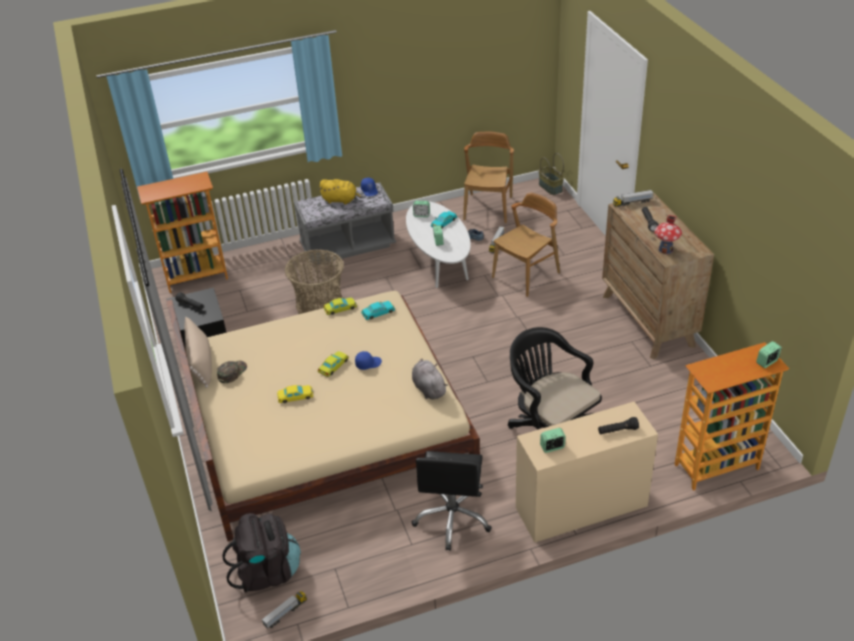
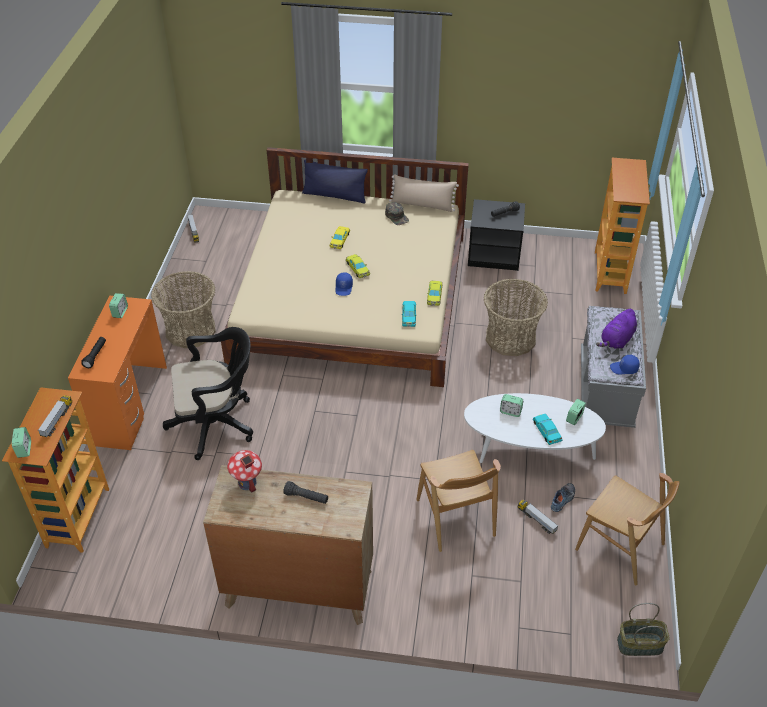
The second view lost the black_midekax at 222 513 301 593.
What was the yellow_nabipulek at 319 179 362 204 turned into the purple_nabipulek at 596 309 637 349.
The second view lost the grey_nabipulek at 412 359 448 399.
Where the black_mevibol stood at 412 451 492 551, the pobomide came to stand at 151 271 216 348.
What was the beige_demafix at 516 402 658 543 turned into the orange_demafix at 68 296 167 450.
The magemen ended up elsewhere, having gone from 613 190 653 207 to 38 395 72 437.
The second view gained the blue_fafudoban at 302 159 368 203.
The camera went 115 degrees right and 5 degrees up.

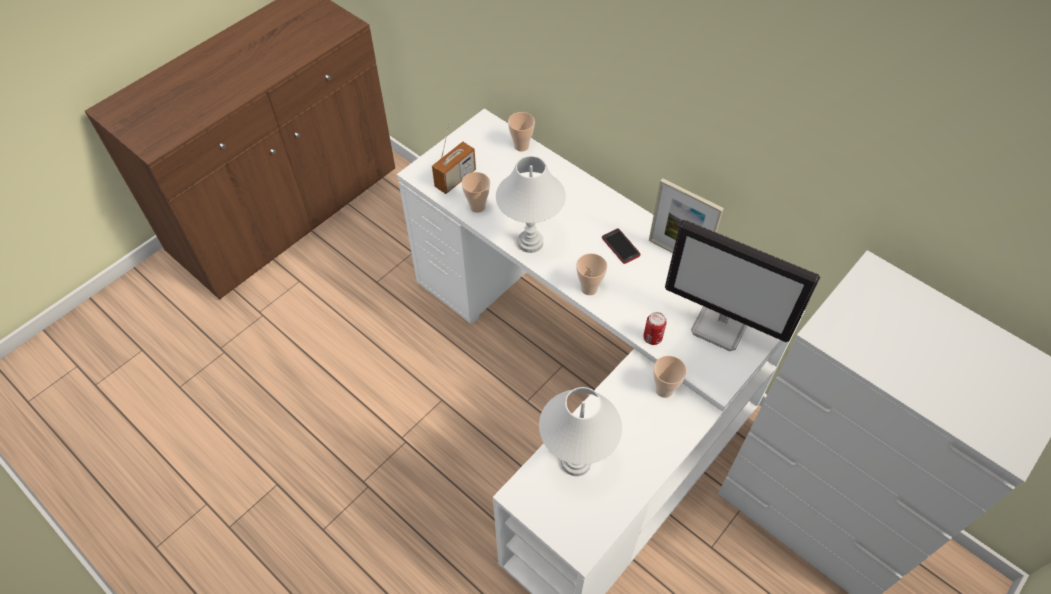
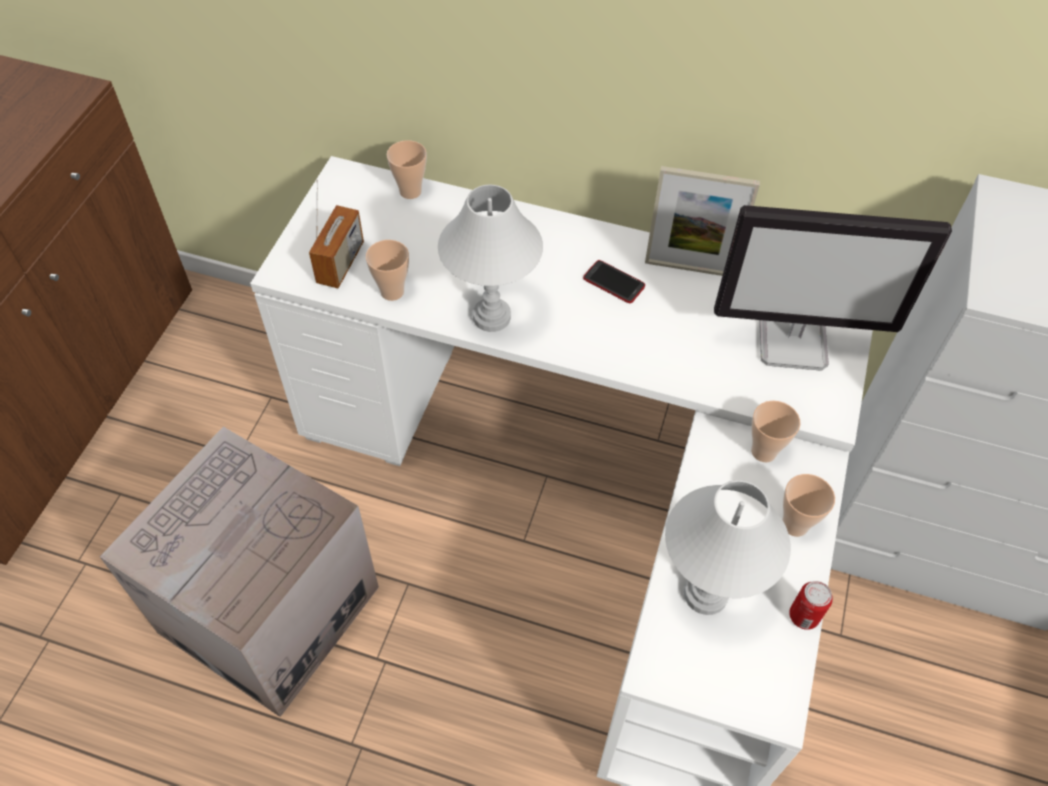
The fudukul ended up elsewhere, having gone from 576 253 607 295 to 782 474 835 537.
The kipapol ended up elsewhere, having gone from 643 312 667 345 to 789 581 833 630.
The second view gained the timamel at 100 427 379 717.
The camera went 25 degrees left and 0 degrees up.

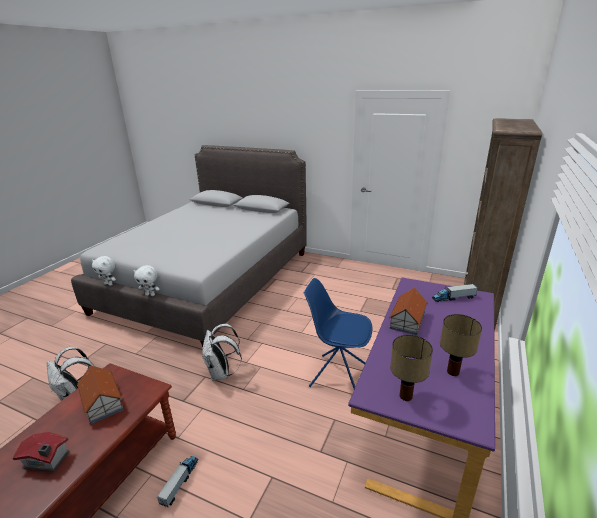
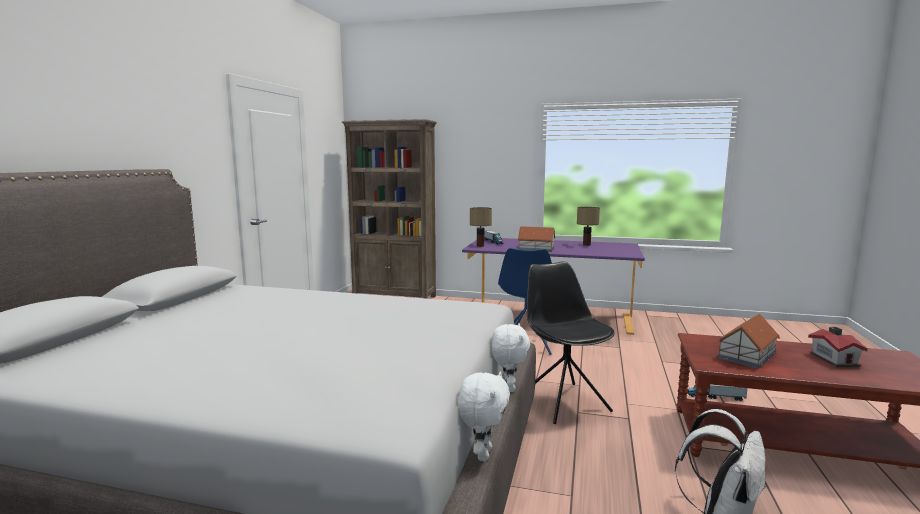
Where the white_midekax stood at 202 324 242 381, the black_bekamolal came to stand at 527 261 615 424.
The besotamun ended up elsewhere, having gone from 390 335 433 401 to 470 207 492 247.
The camera went 100 degrees left and 15 degrees down.

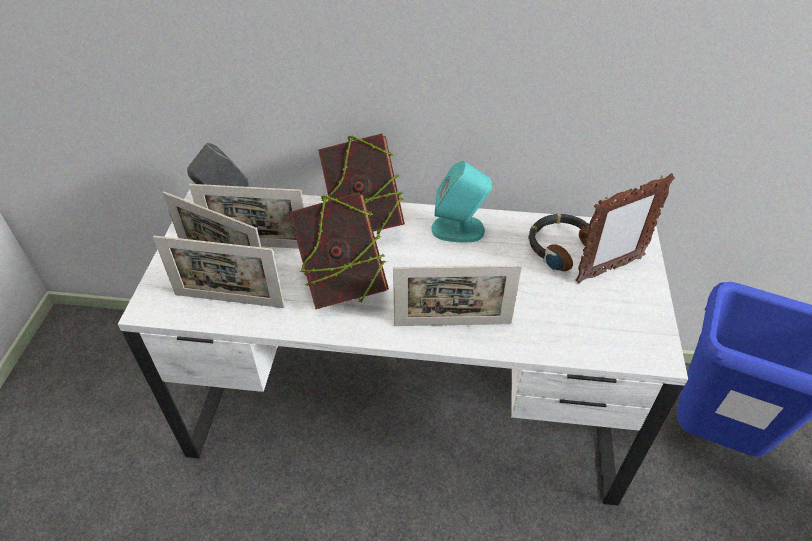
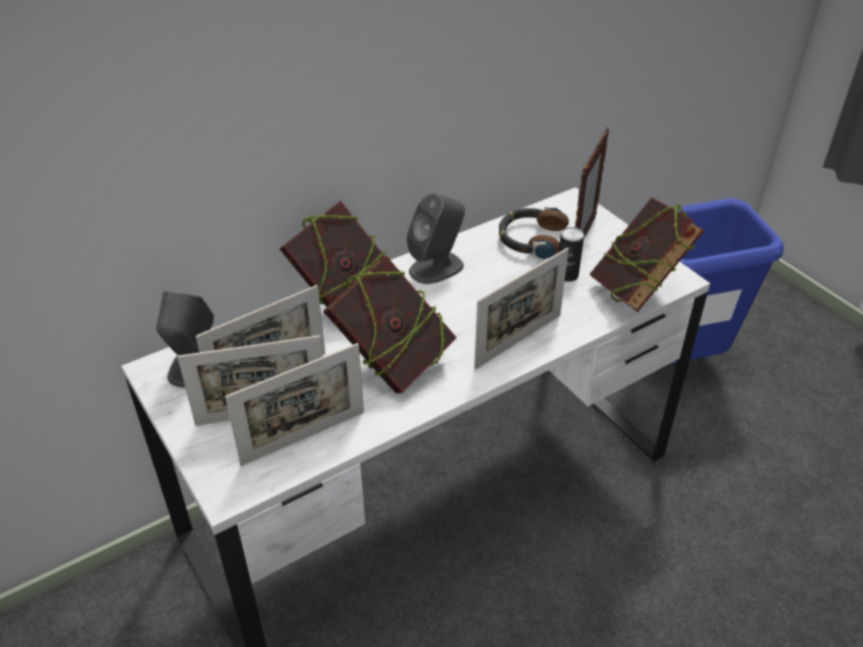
What was the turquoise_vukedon at 432 161 492 243 turned into the grey_vukedon at 407 193 465 284.
The second view gained the kipapol at 559 227 584 282.
The second view gained the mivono at 589 197 704 312.
The camera went 40 degrees left and 5 degrees down.

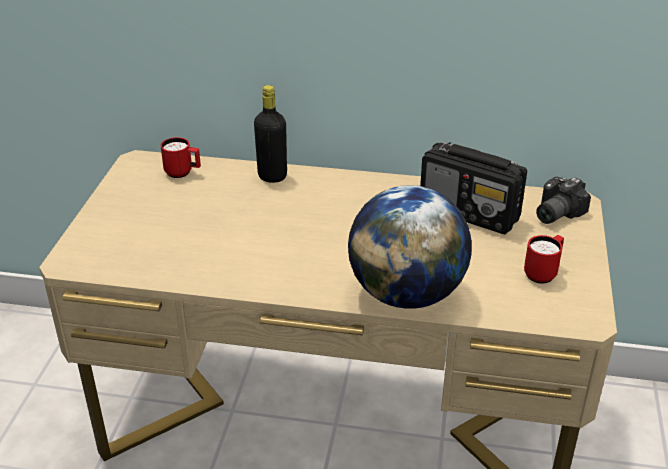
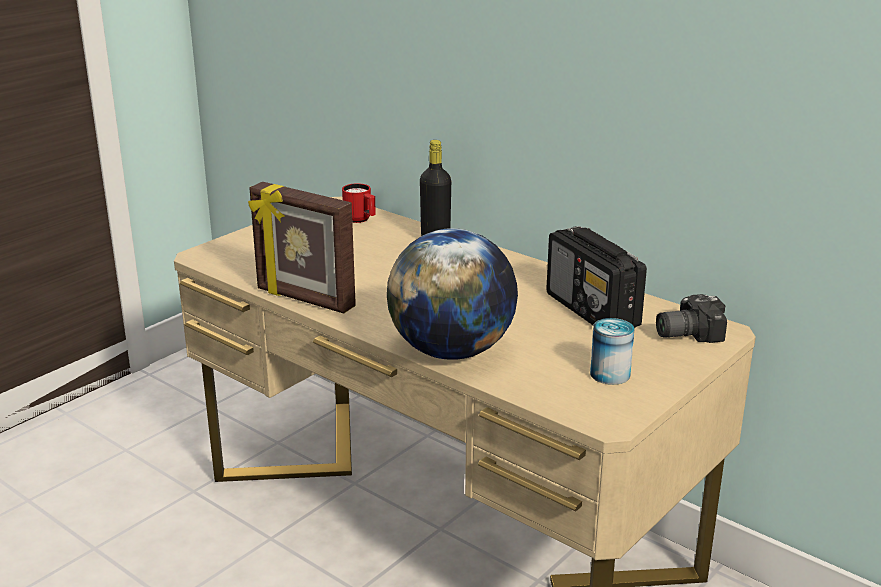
Where the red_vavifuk stood at 524 235 564 284, the kipapol came to stand at 590 318 634 385.
The second view gained the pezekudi at 248 182 356 313.
The camera went 30 degrees right and 10 degrees down.

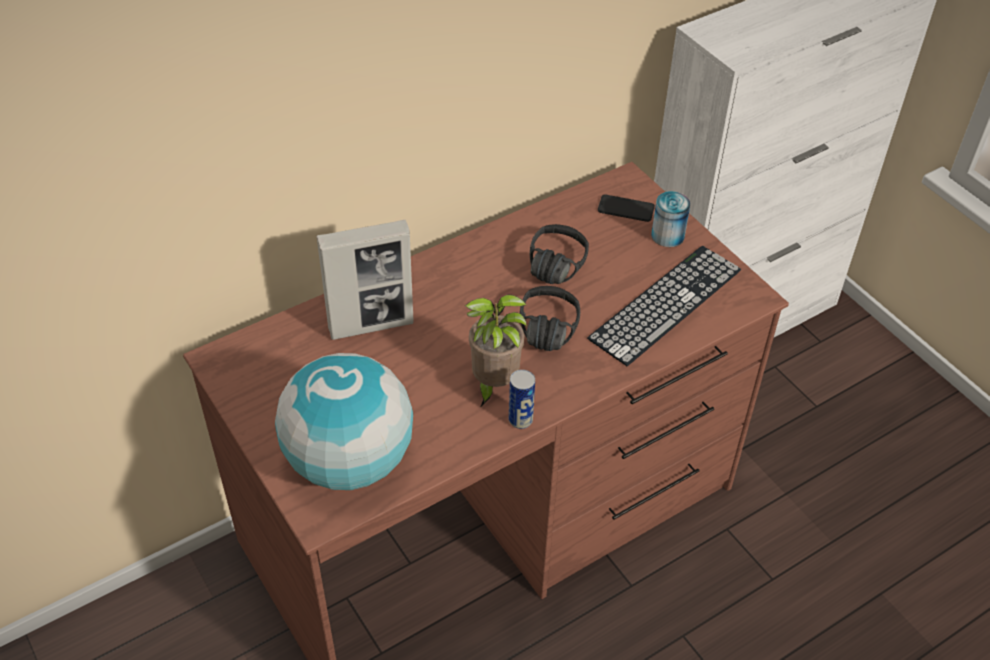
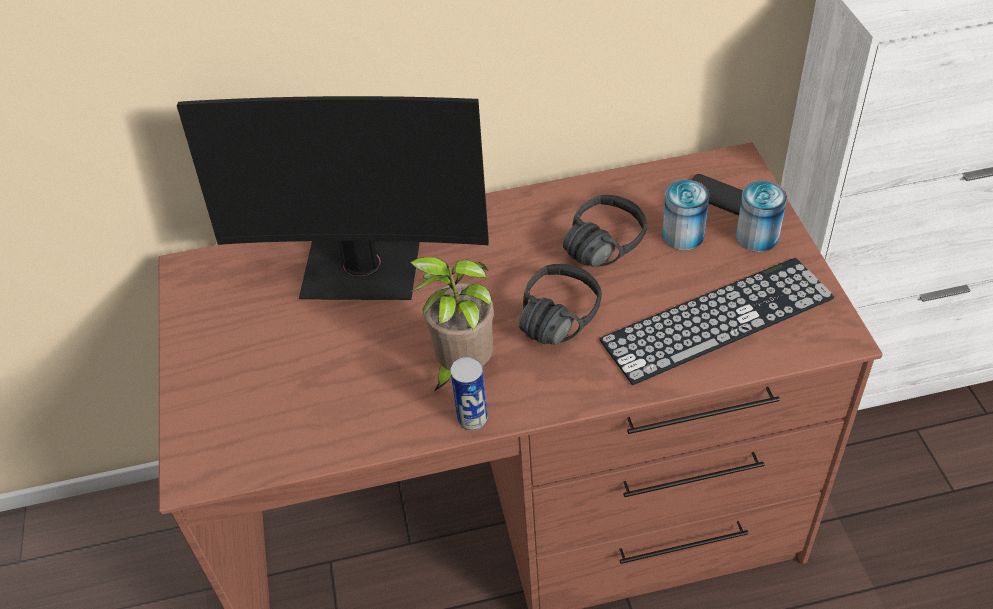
The second view lost the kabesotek at 275 353 413 490.
Where the pezekudi stood at 317 220 414 340, the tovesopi came to stand at 177 96 489 300.
The second view gained the kipapol at 662 180 709 250.
The camera went 25 degrees right and 0 degrees up.

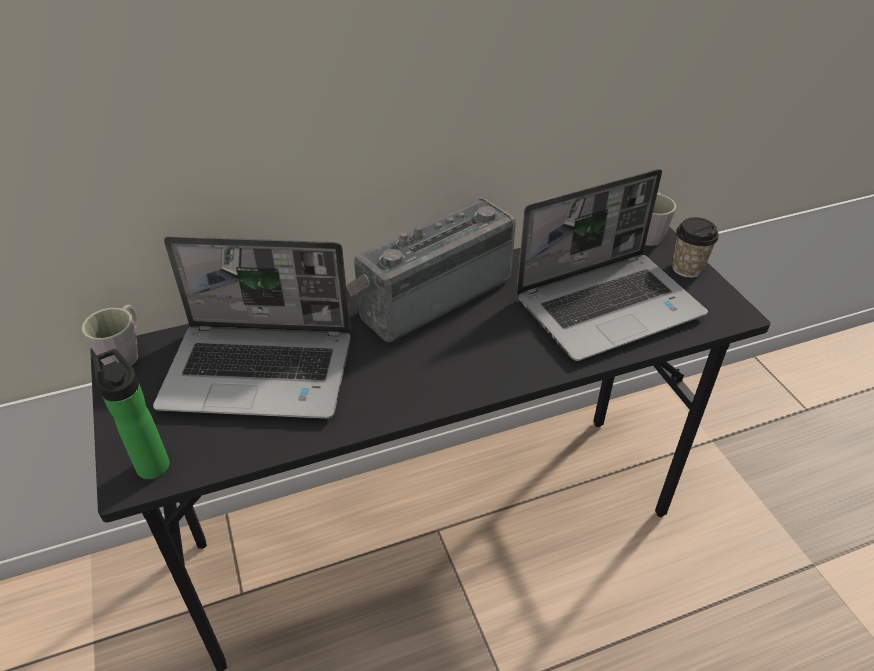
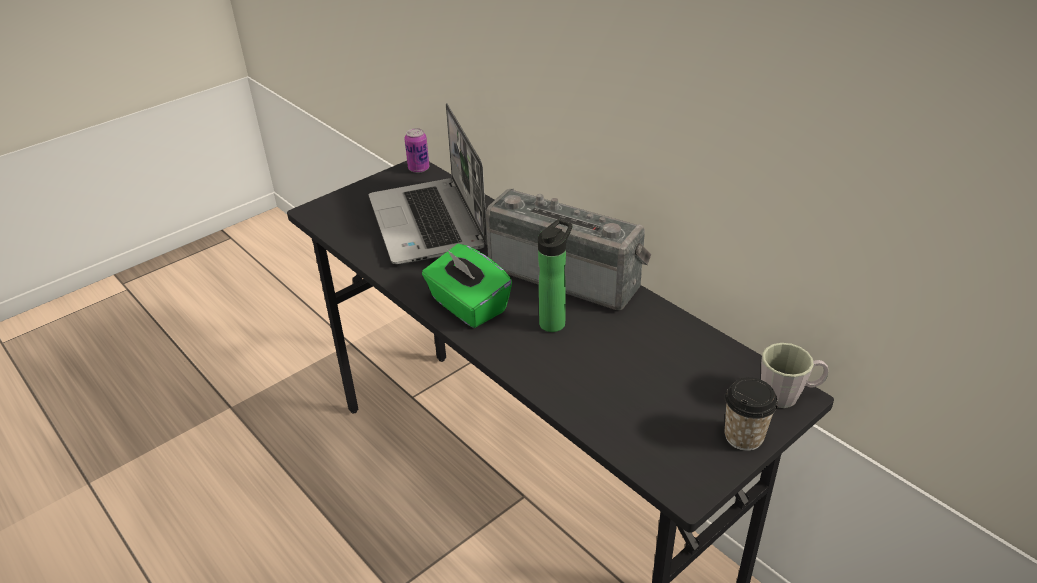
Where the grey_vavifuk stood at 82 305 139 366, the kipapol came to stand at 404 128 429 173.
The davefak ended up elsewhere, having gone from 93 349 170 479 to 538 219 573 332.
The second view lost the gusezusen at 516 169 708 361.
The second view gained the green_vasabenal at 422 244 512 328.
The camera went 70 degrees right and 5 degrees down.

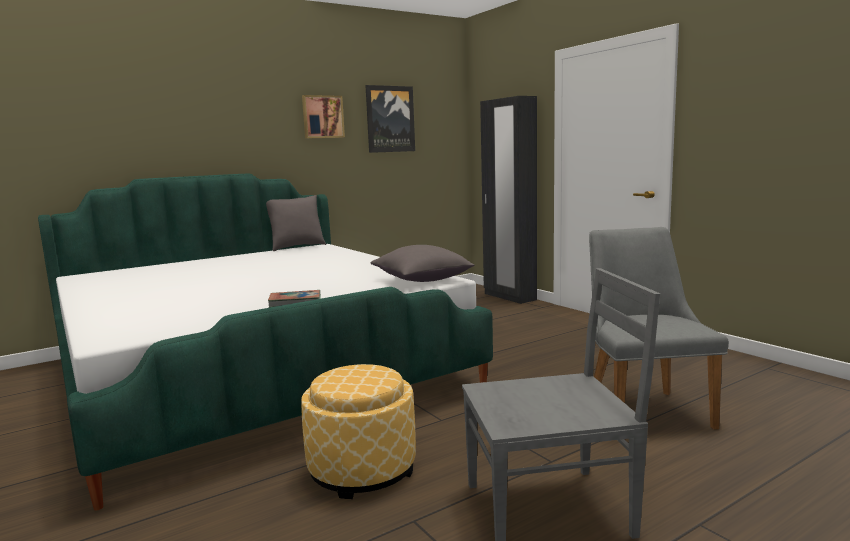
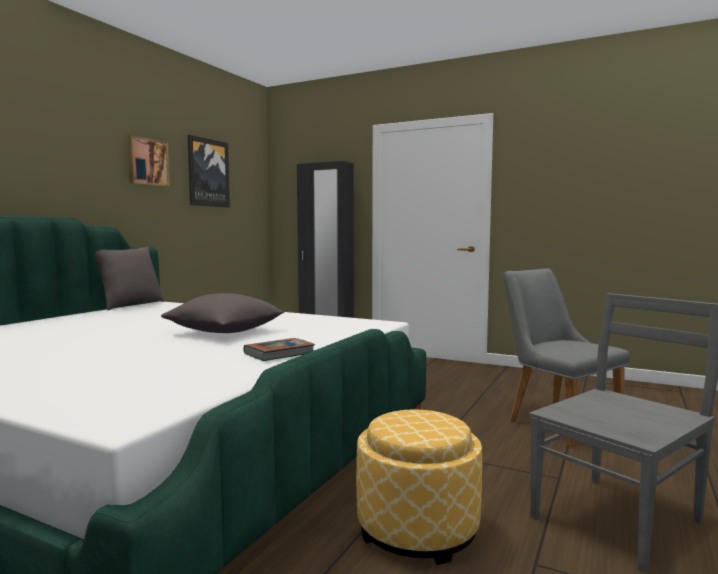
The grey_fafudoban ended up elsewhere, having gone from 371 245 475 282 to 161 293 284 333.
The camera went 30 degrees left and 5 degrees down.

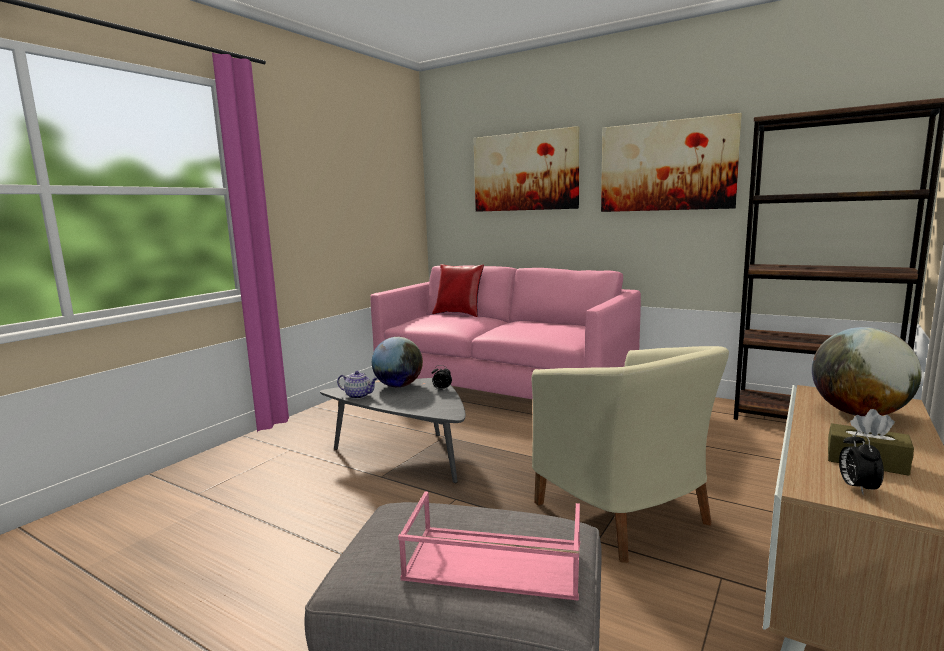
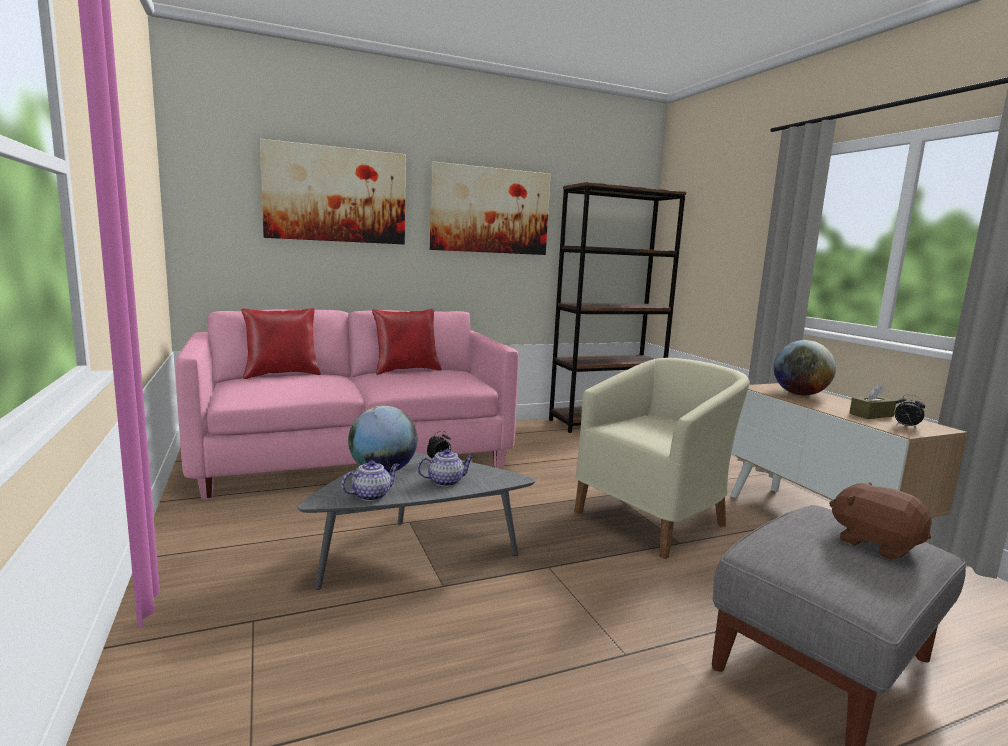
Where the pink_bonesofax stood at 398 492 580 601, the brown_nabipulek came to stand at 829 482 932 560.
The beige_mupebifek at 532 346 729 562 ended up facing another way, 45 degrees counterclockwise from before.
The second view gained the red_fafudoban at 372 309 442 375.
The second view gained the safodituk at 417 449 474 487.
The camera went 55 degrees left and 0 degrees up.

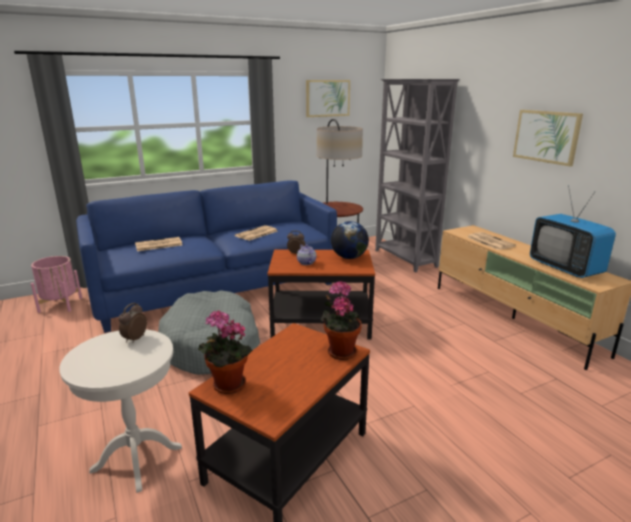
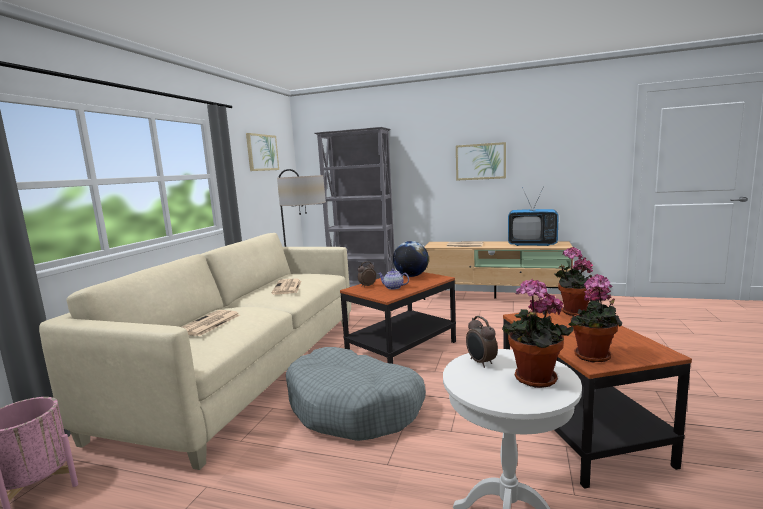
What was the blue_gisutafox at 76 180 337 333 turned into the beige_gisutafox at 39 233 351 470.
The second view gained the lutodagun at 502 279 574 388.
The camera went 45 degrees left and 10 degrees down.

